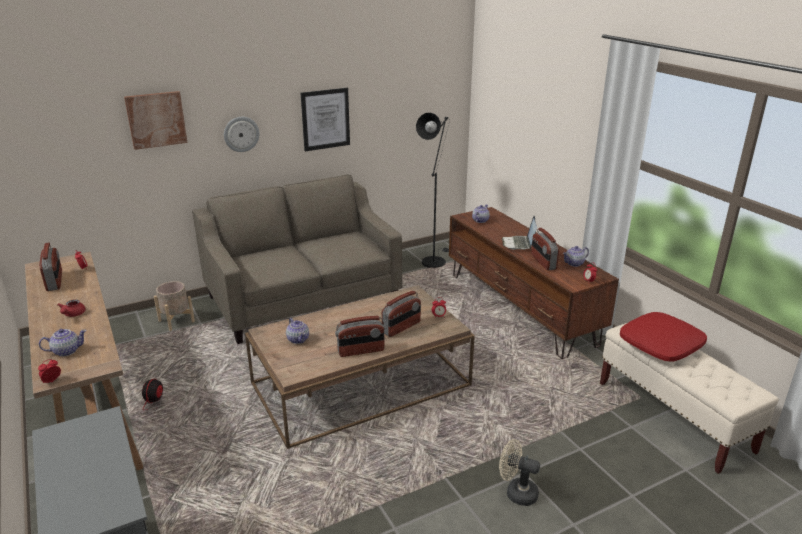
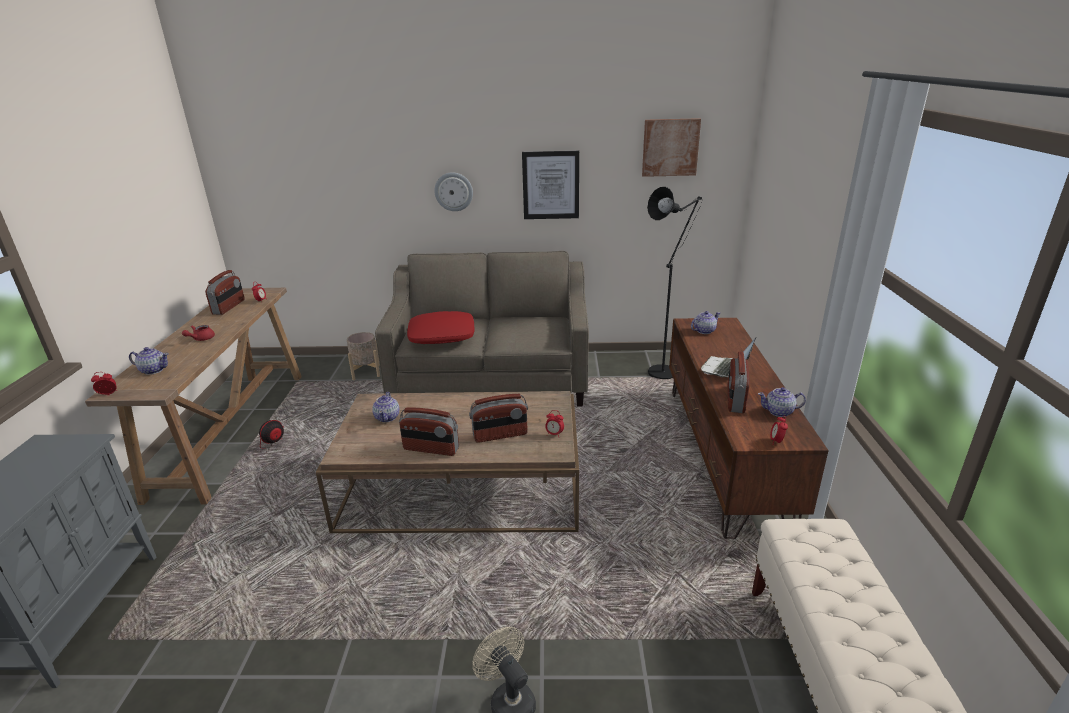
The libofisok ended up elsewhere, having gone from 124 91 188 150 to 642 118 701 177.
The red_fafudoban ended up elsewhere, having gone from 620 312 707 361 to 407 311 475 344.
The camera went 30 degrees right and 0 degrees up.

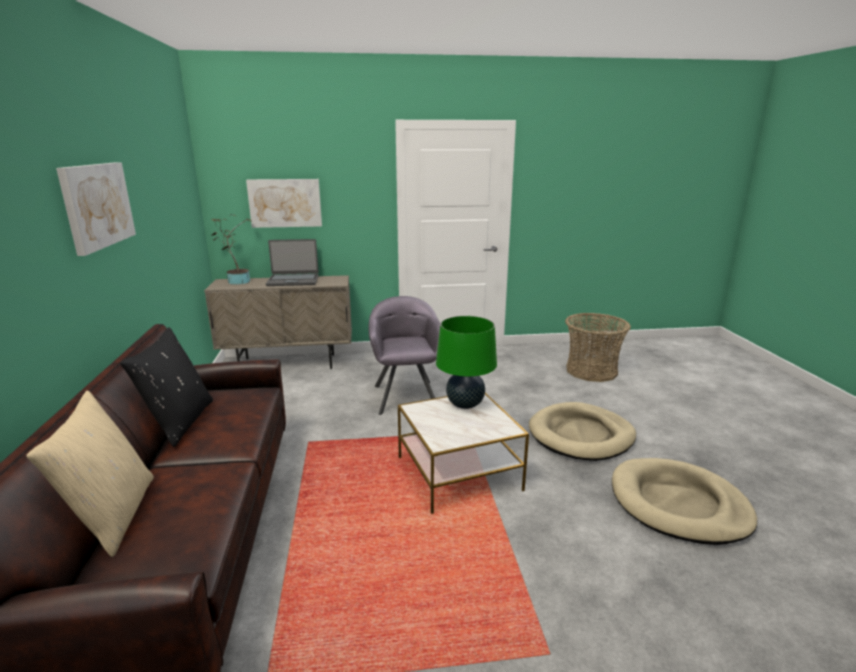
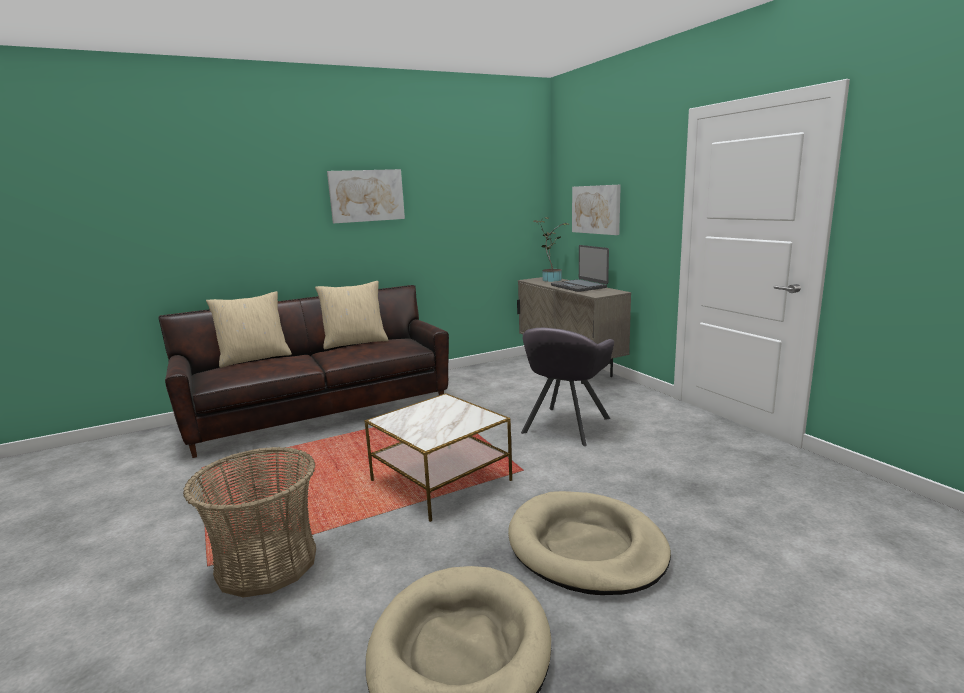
What was the black_fafudoban at 120 327 213 447 turned into the beige_fafudoban at 315 281 388 349.
The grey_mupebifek at 369 296 441 415 ended up facing another way, 150 degrees clockwise from before.
The second view lost the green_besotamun at 436 316 497 409.
The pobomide ended up elsewhere, having gone from 565 313 631 382 to 183 447 316 598.
The camera went 70 degrees right and 5 degrees down.

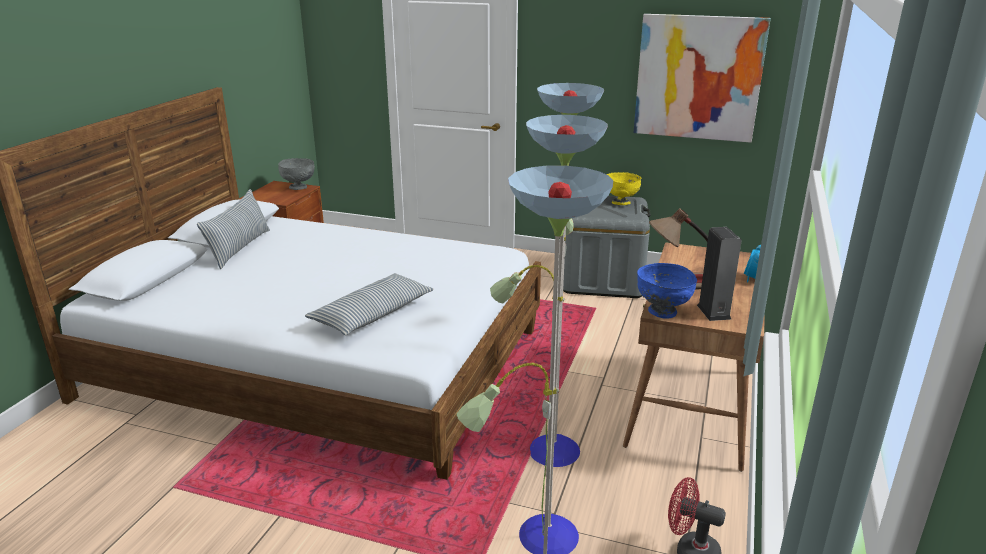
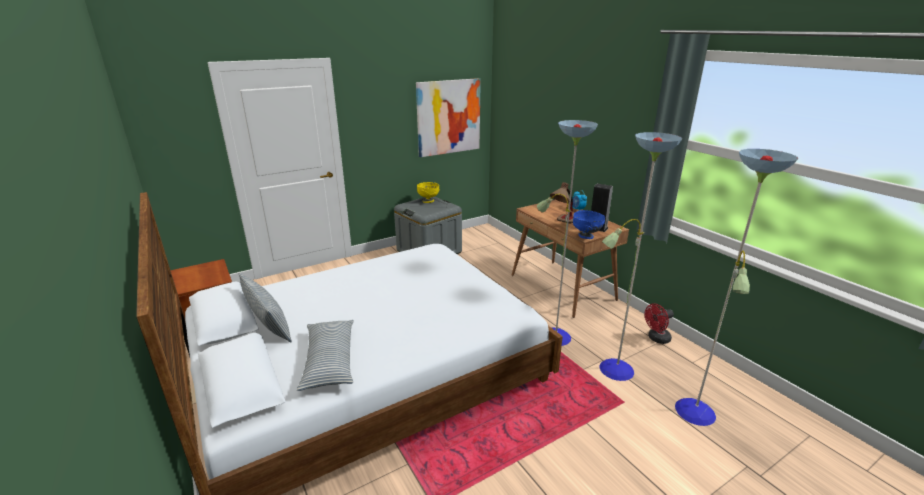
The second view lost the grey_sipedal at 278 158 315 190.
The fafudoban ended up elsewhere, having gone from 305 273 434 335 to 297 320 354 391.
The camera went 50 degrees left and 0 degrees up.

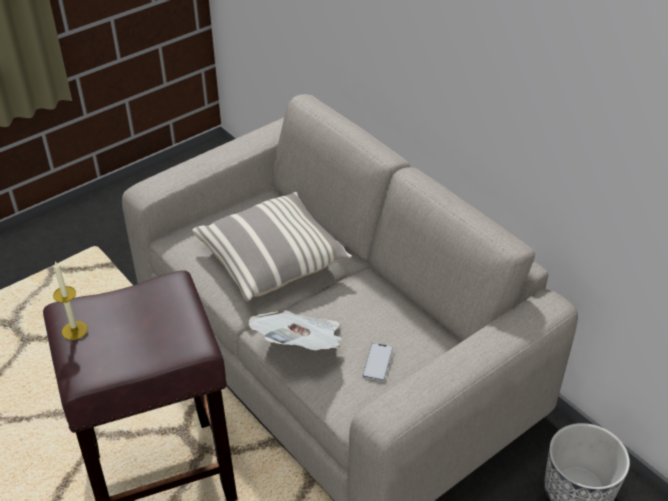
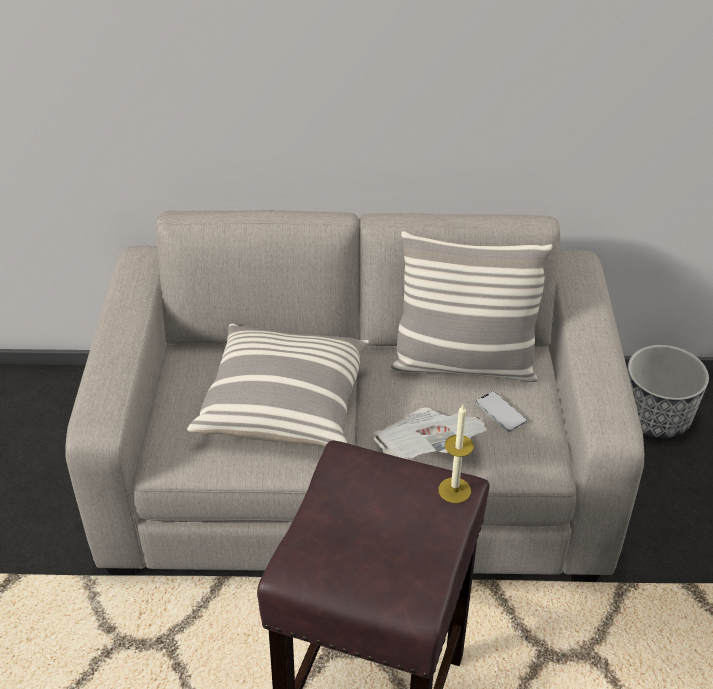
The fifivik ended up elsewhere, having gone from 53 261 88 340 to 439 405 474 503.
The second view gained the fafudoban at 390 231 553 382.
The camera went 50 degrees left and 0 degrees up.

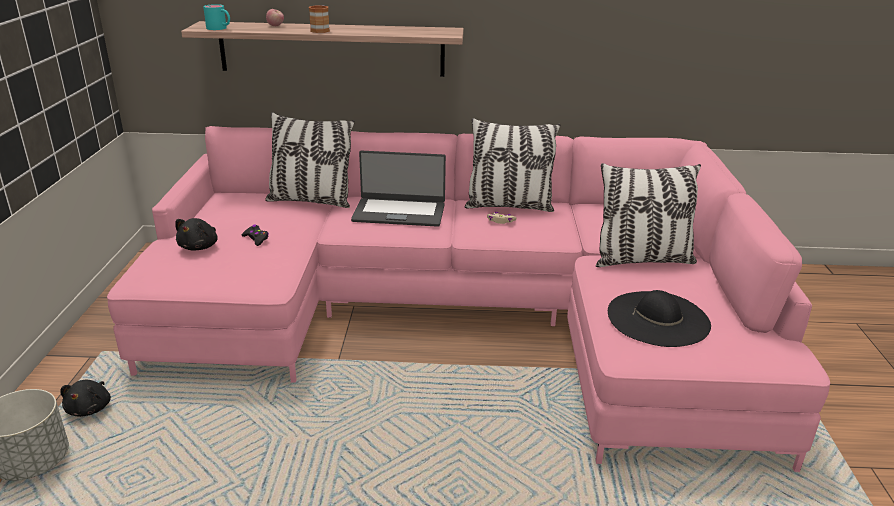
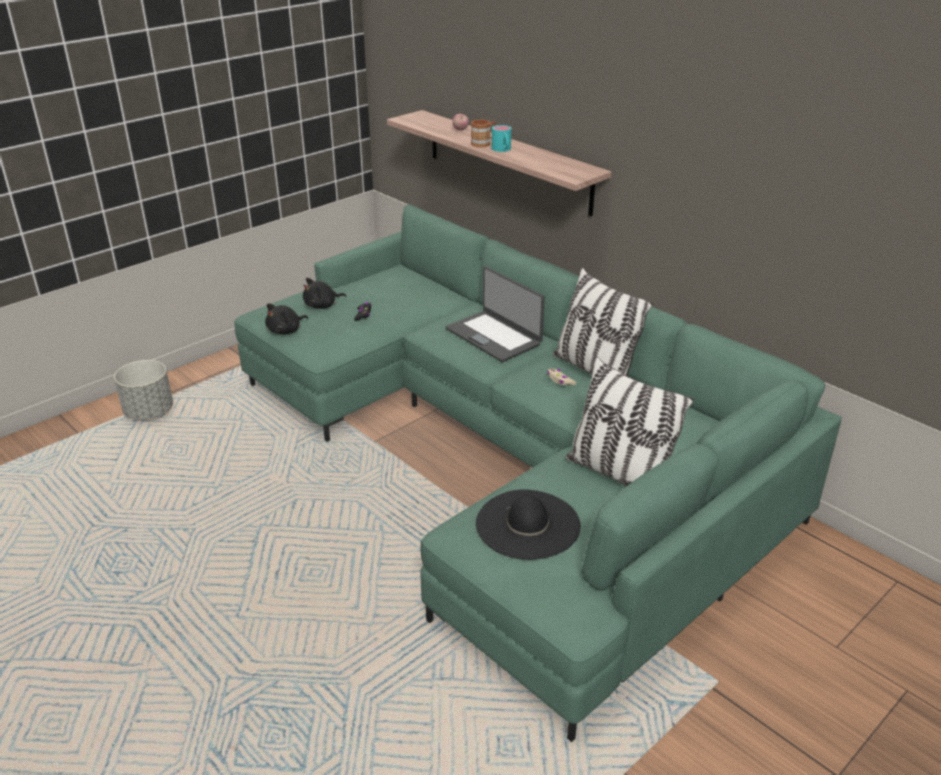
The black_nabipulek ended up elsewhere, having gone from 60 380 111 417 to 265 303 308 334.
What was the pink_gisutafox at 107 126 830 472 turned into the green_gisutafox at 234 205 842 742.
The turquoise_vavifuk ended up elsewhere, having gone from 203 4 230 30 to 492 125 511 152.
The second view lost the fafudoban at 265 112 355 208.
The camera went 45 degrees right and 5 degrees up.

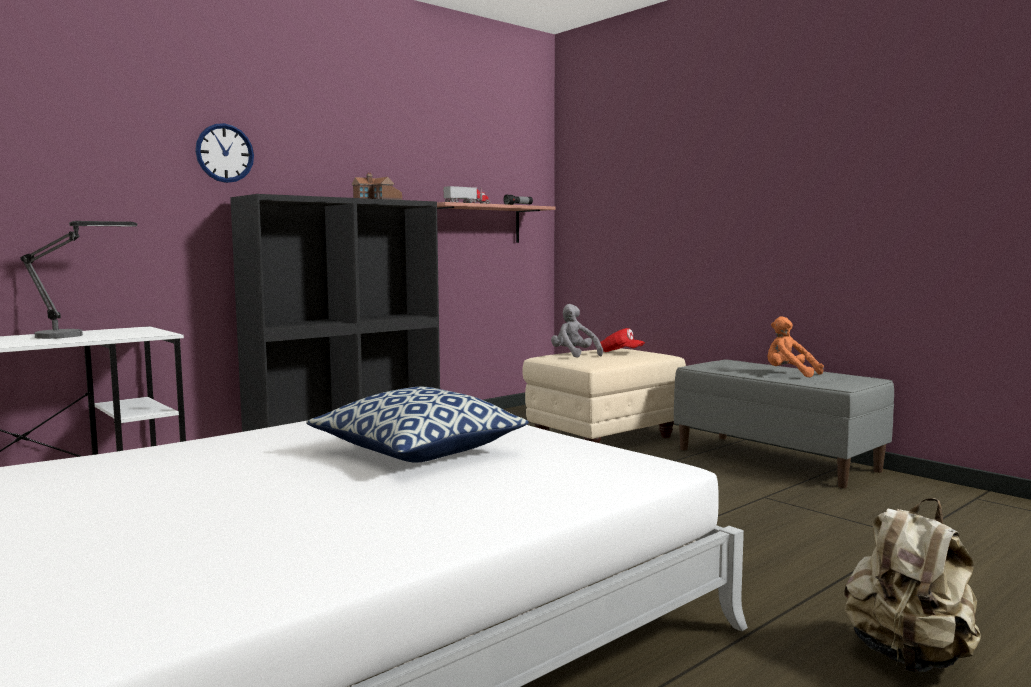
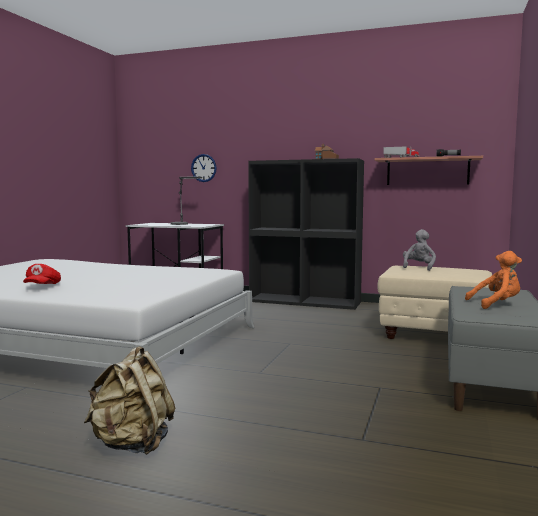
The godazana ended up elsewhere, having gone from 195 123 254 183 to 191 154 217 182.
The second view lost the fafudoban at 306 387 528 463.
The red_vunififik ended up elsewhere, having gone from 600 328 645 352 to 23 264 61 284.
The orange_nabipulek at 767 316 824 378 ended up facing another way, 75 degrees clockwise from before.
The camera went 60 degrees right and 0 degrees up.

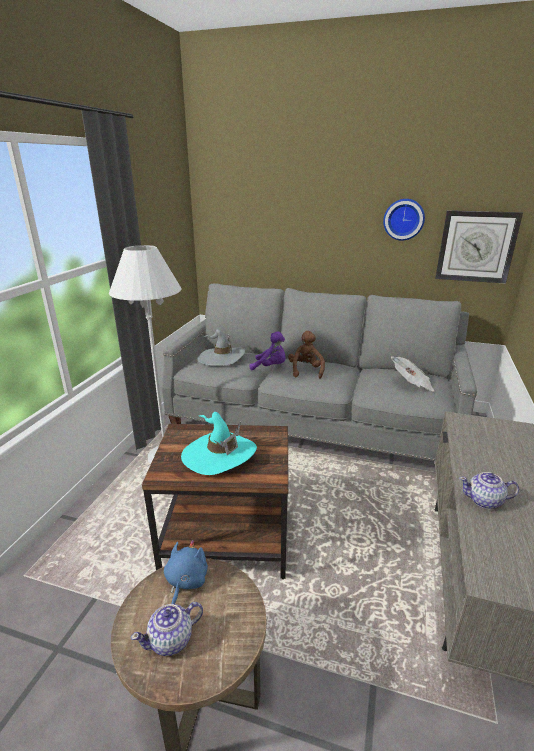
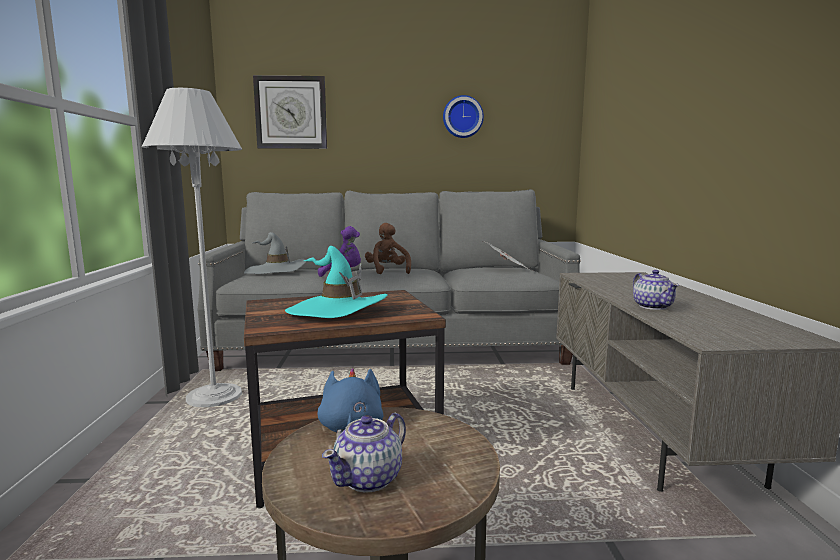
The godazana ended up elsewhere, having gone from 435 210 523 284 to 253 75 327 149.
The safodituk at 459 472 519 509 ended up facing another way, 90 degrees counterclockwise from before.
The camera went 20 degrees left and 15 degrees down.

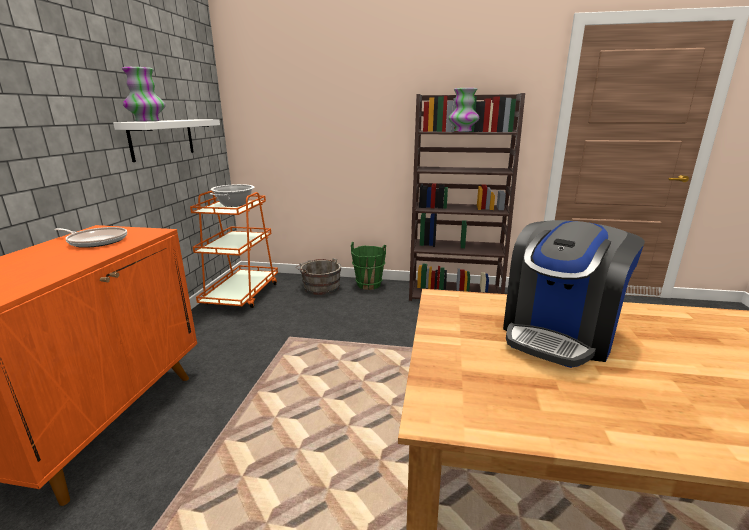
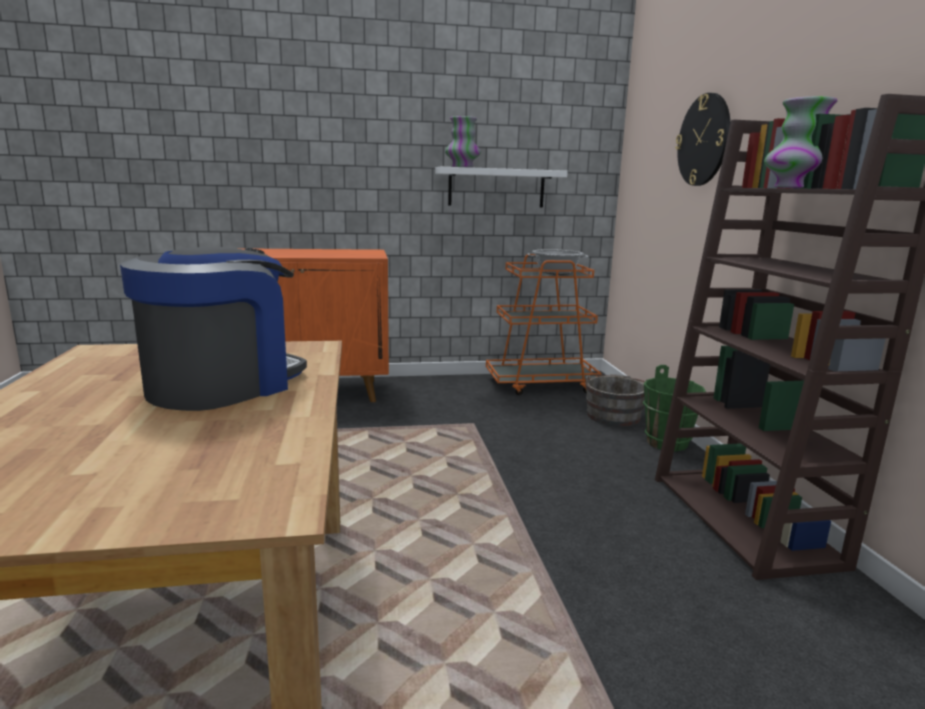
The second view lost the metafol at 54 227 127 248.
The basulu at 503 220 645 368 ended up facing another way, 105 degrees clockwise from before.
The second view gained the godazana at 675 93 730 186.
The camera went 70 degrees right and 5 degrees down.

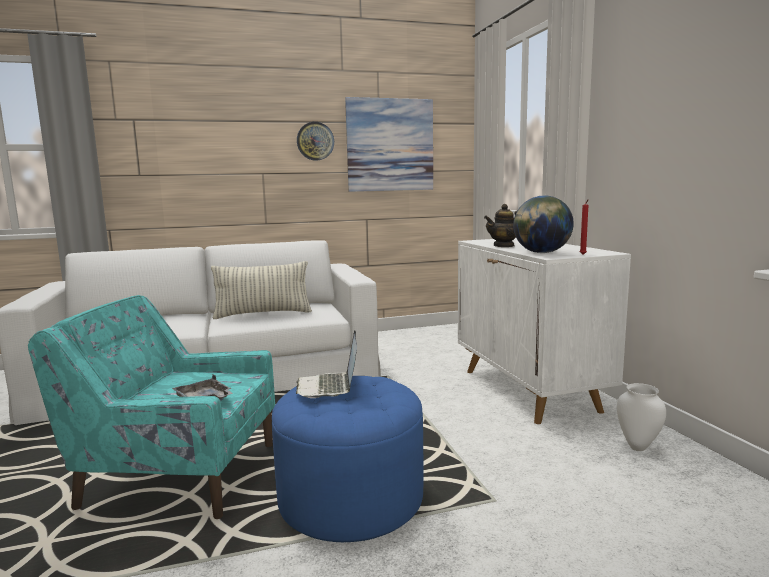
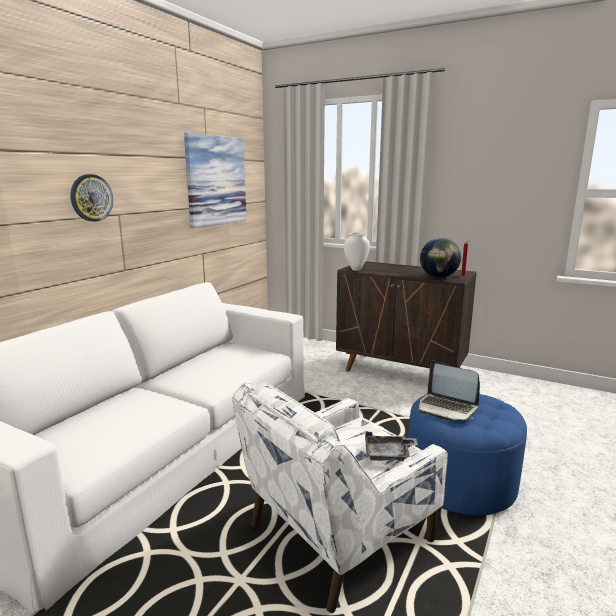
What was the turquoise_mupebifek at 28 295 275 519 turned into the white_mupebifek at 232 382 448 613.
The second view lost the fafudoban at 211 261 312 319.
The godazana ended up elsewhere, having gone from 297 122 334 161 to 70 174 113 222.
What was the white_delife at 458 238 631 424 turned into the brown_delife at 336 261 477 372.
The second view lost the safodituk at 484 204 517 247.
The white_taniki ended up elsewhere, having gone from 617 383 666 451 to 344 232 370 271.
The camera went 45 degrees left and 5 degrees up.

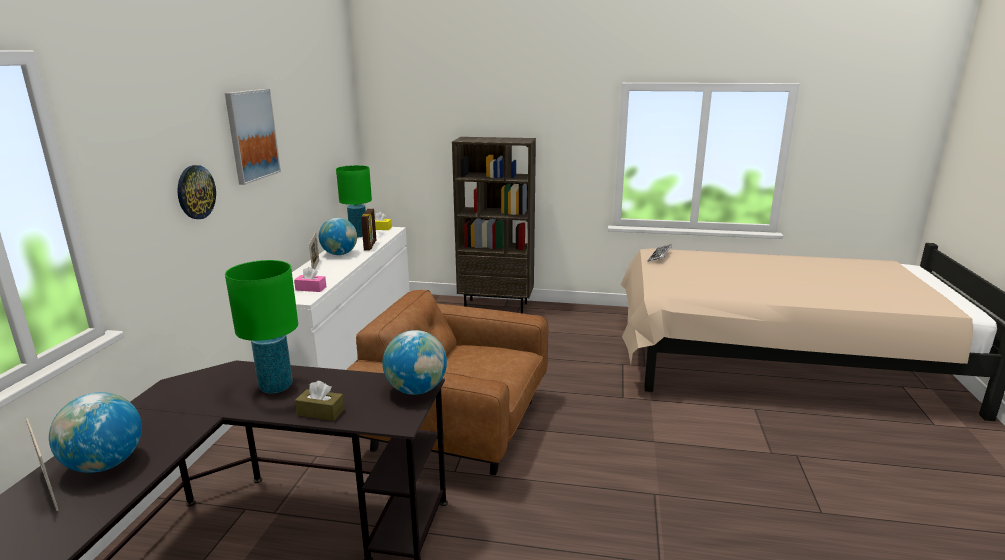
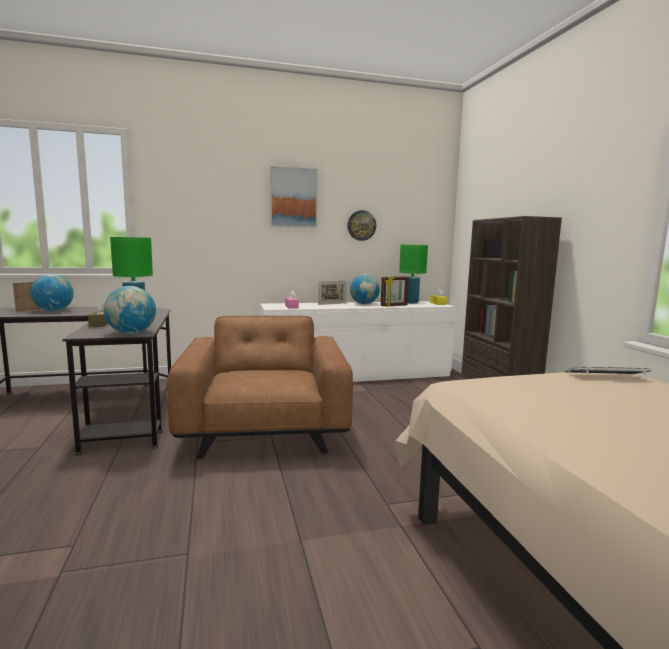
The godazana ended up elsewhere, having gone from 178 165 216 219 to 347 210 376 241.
The camera went 65 degrees right and 10 degrees down.

